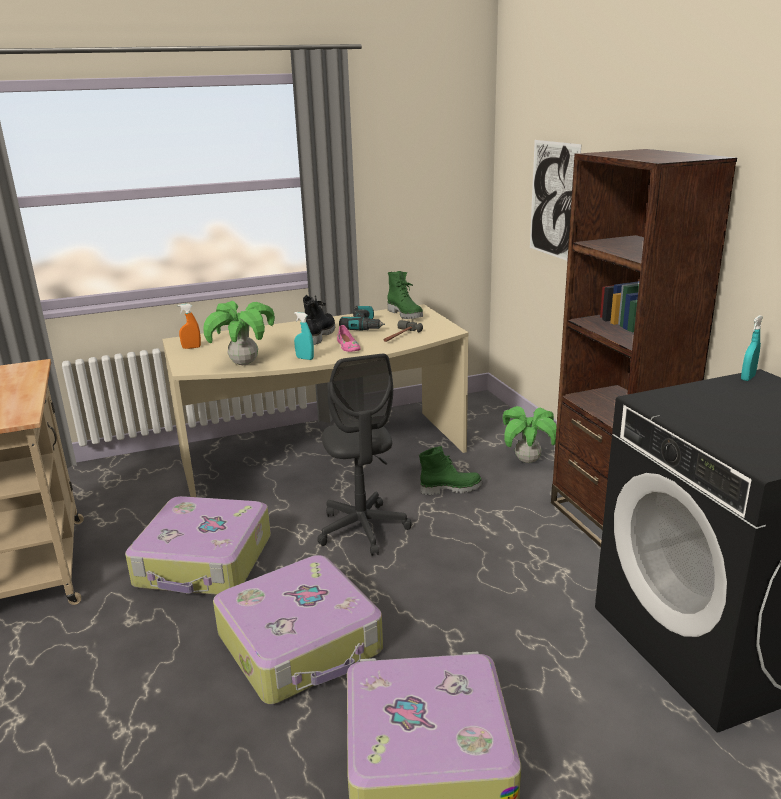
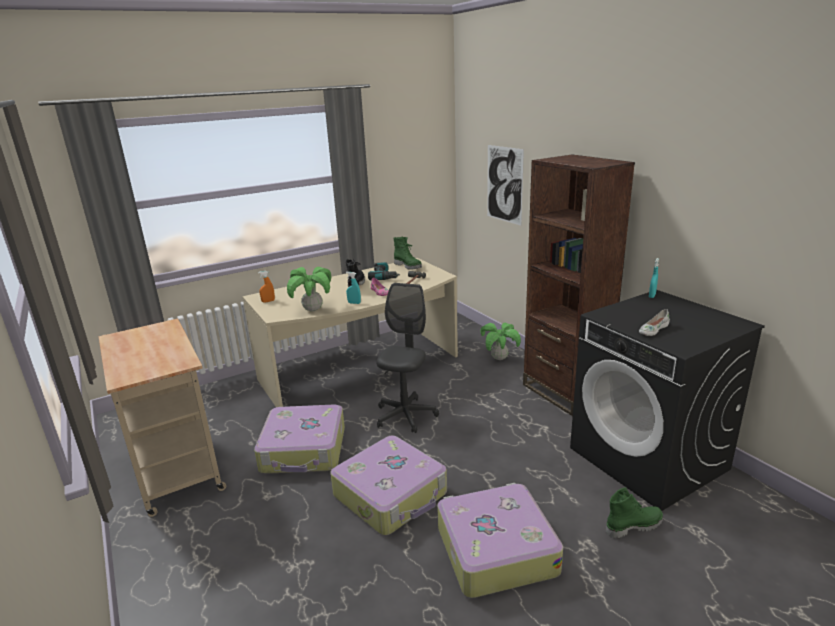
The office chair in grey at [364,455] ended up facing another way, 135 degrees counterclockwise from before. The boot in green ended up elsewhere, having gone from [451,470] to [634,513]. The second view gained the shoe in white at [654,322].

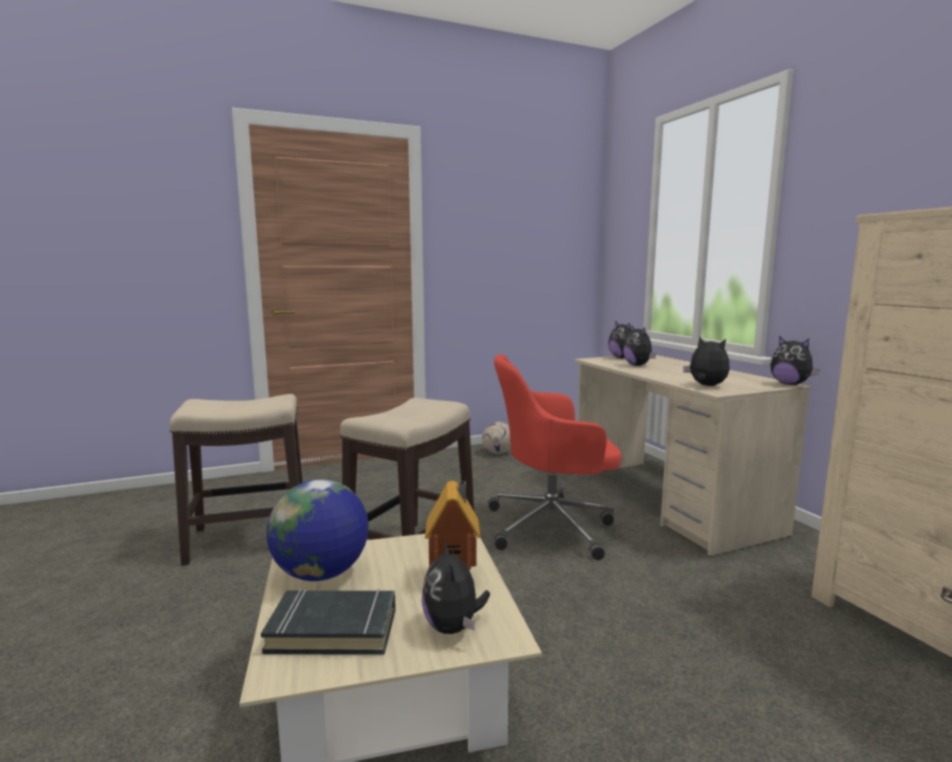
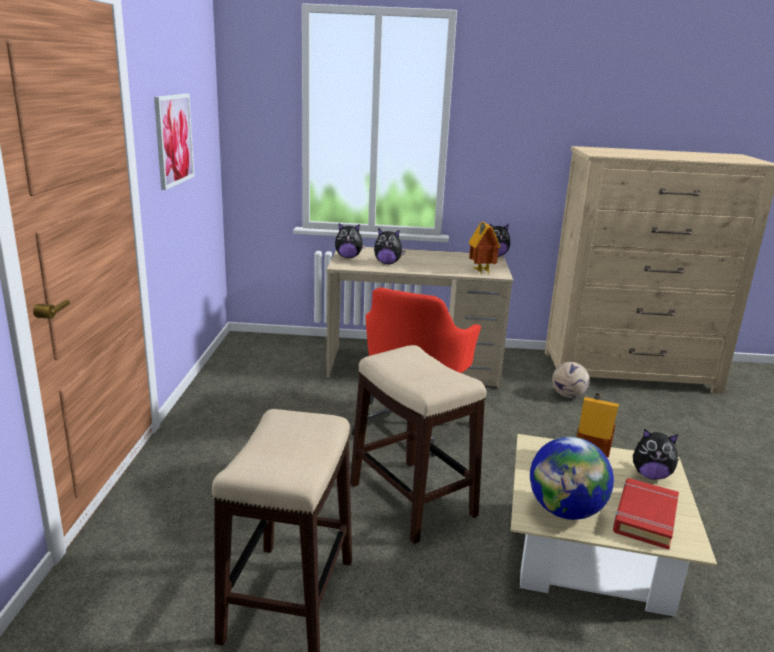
Where the plush toy stood at [706,361], the toy house came to stand at [485,248]. The football ended up elsewhere, having gone from [496,438] to [571,380]. What was the book in black at [328,621] turned into the book in red at [646,513]. The second view gained the picture at [174,141].

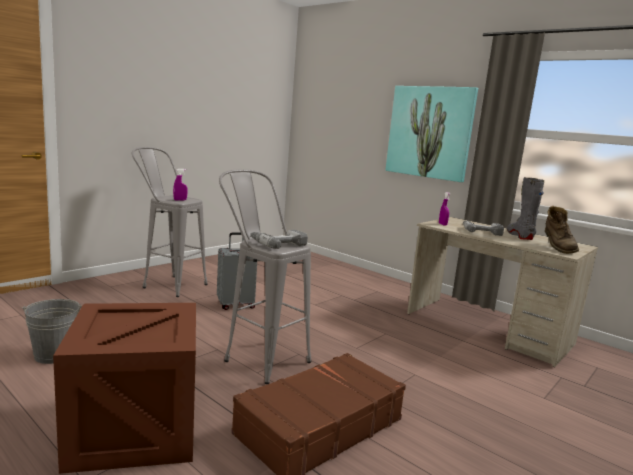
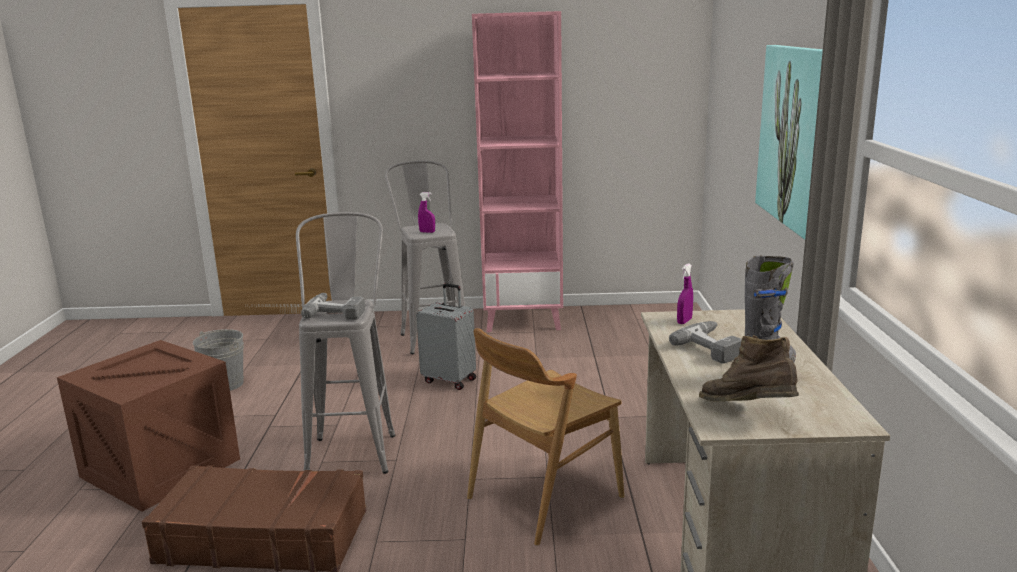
The boot in brown at [562,230] ended up facing another way, 90 degrees clockwise from before. The second view gained the bookcase in pink at [517,171]. The second view gained the chair in brown at [545,437].

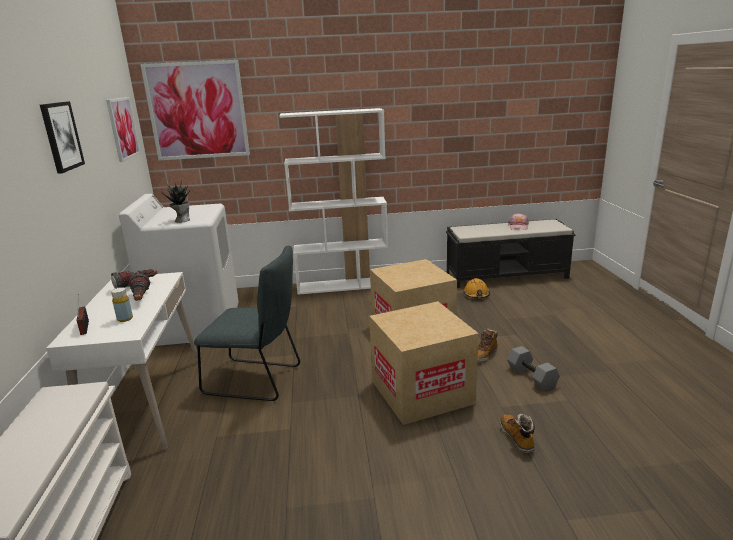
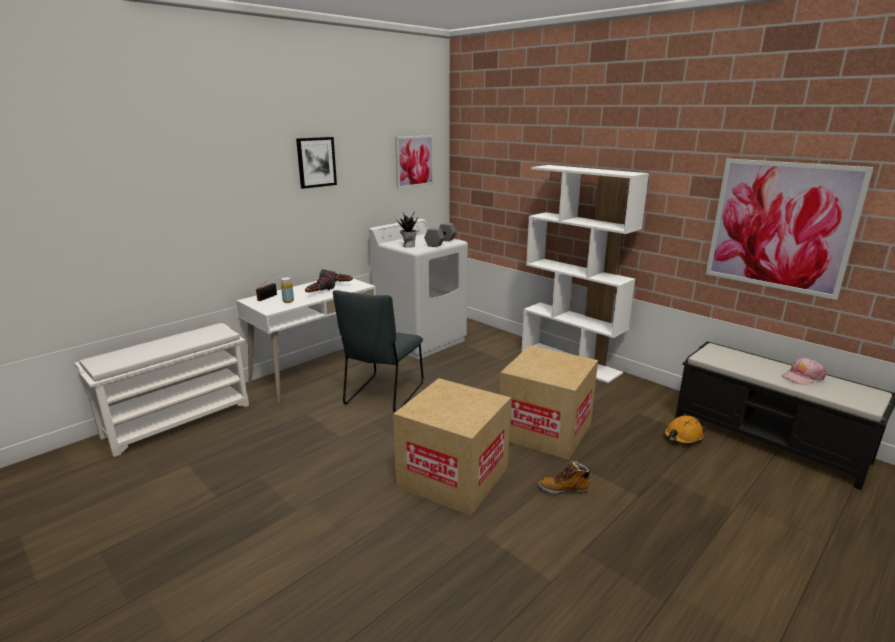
The picture ended up elsewhere, having gone from [195,110] to [790,229]. The chair in grey at [247,323] ended up facing another way, 45 degrees clockwise from before. The dumbbell in grey ended up elsewhere, having gone from [533,368] to [440,235]. The second view lost the boot at [517,433].

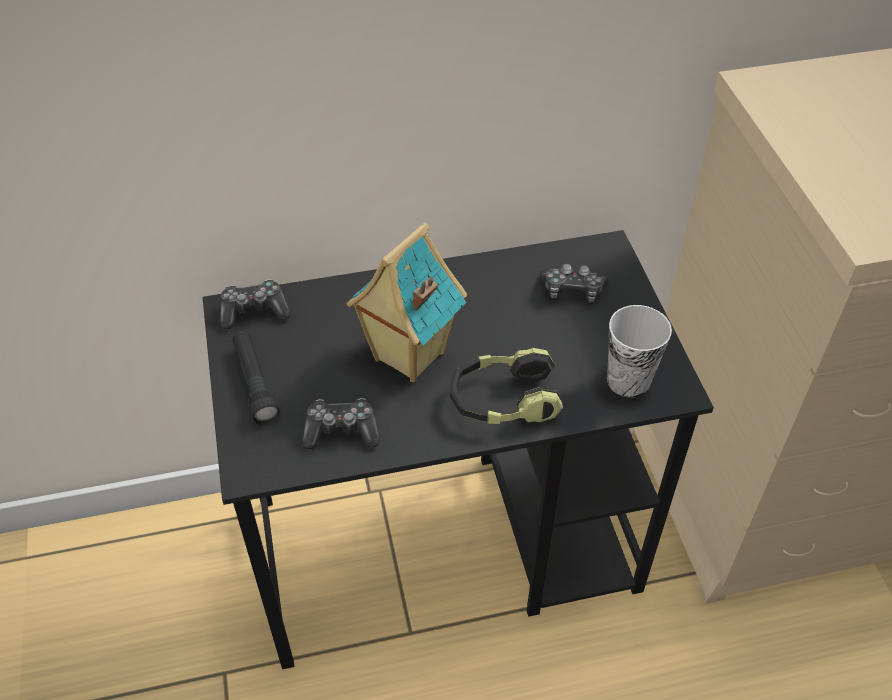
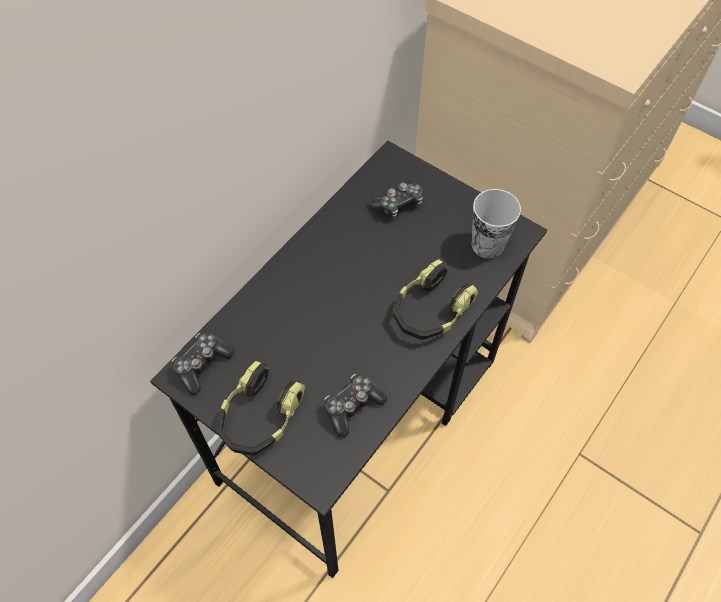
The second view lost the toy house at [406,302]. Where the flashlight in black stood at [256,378], the headphones came to stand at [261,408].

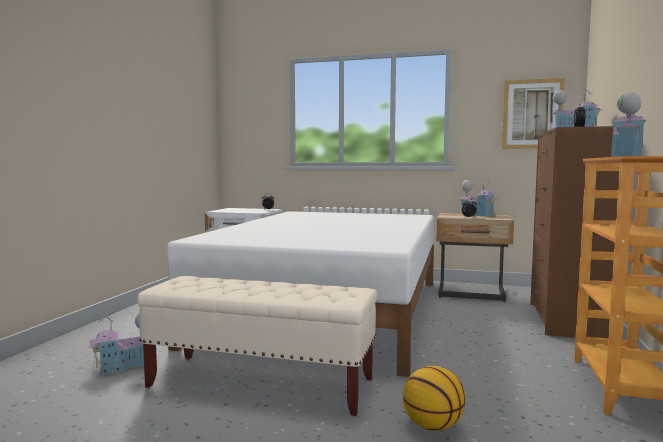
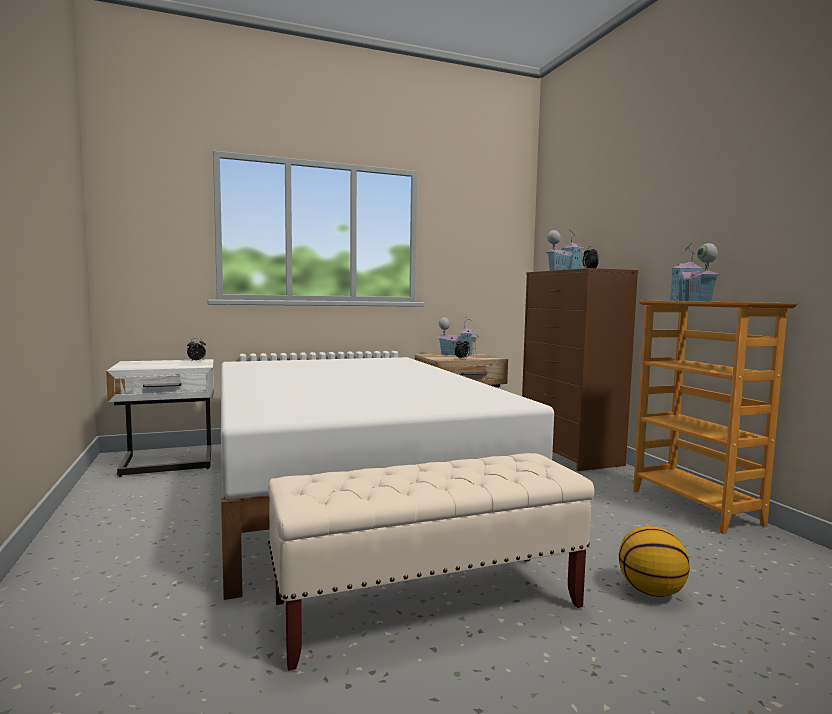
The second view lost the picture at [533,113]. The second view lost the toy house at [116,343].

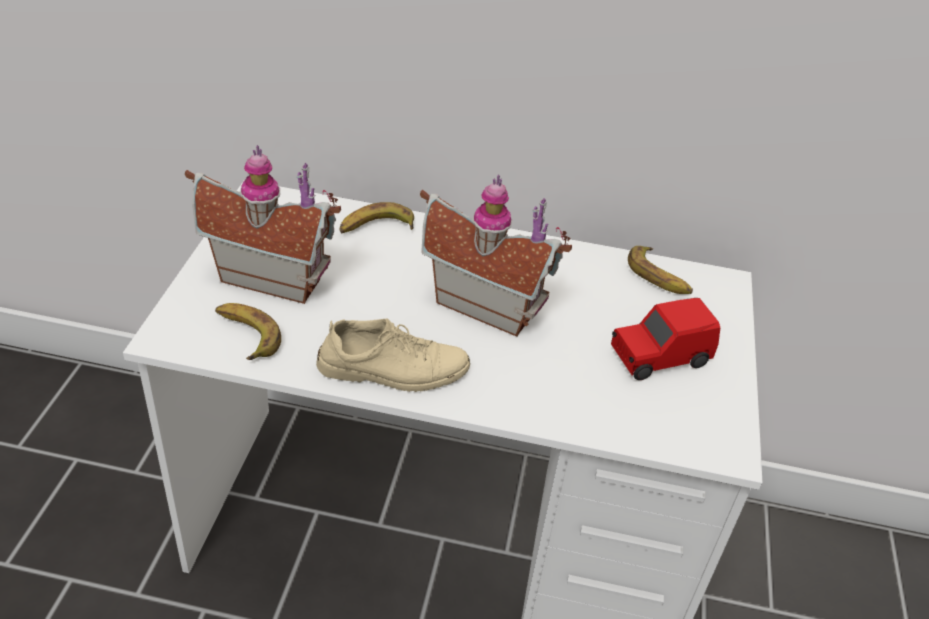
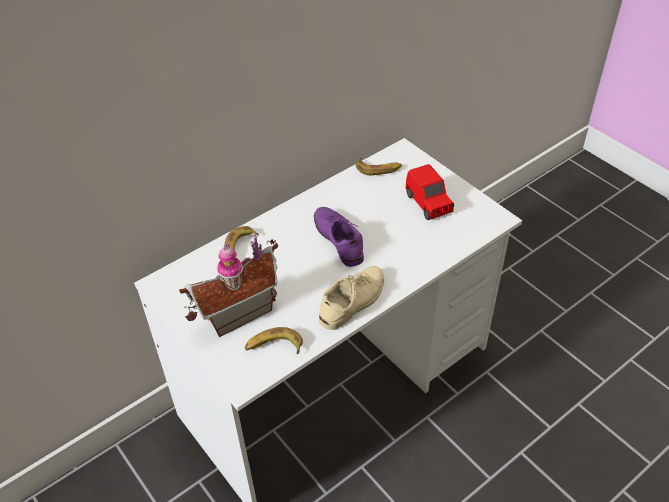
Where the toy house stood at [496,256], the shoe in purple came to stand at [339,237]. The toy car in red at [665,339] ended up facing another way, 45 degrees counterclockwise from before.

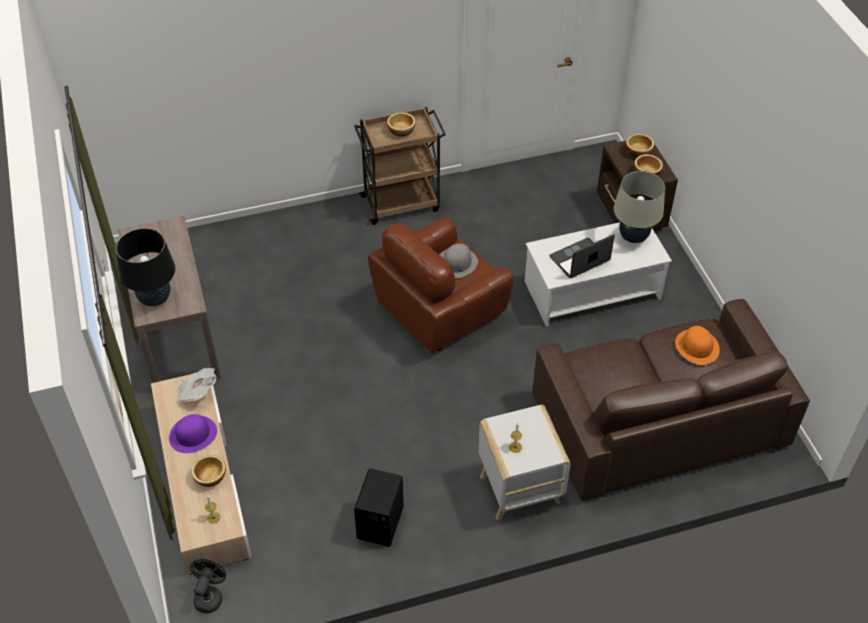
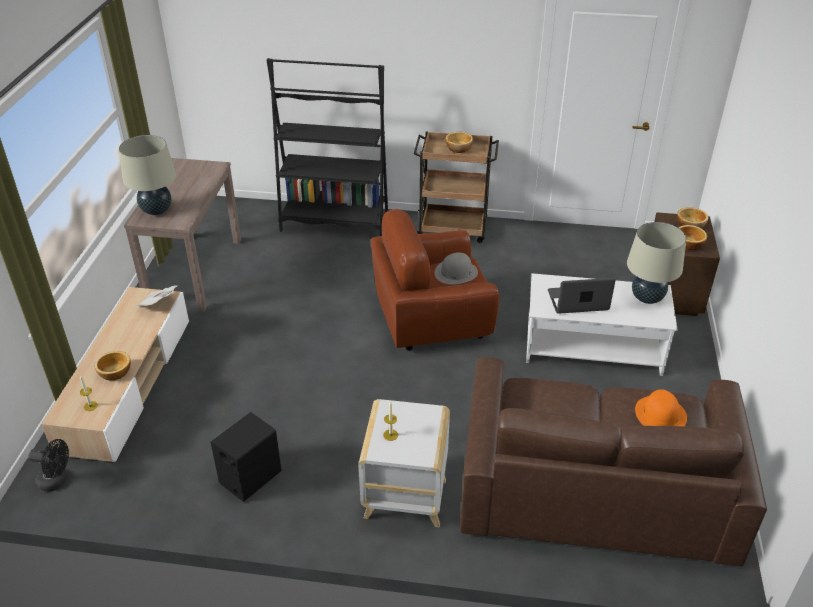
What was the table lamp in black at [145,267] turned into the table lamp in beige at [147,175]. The second view lost the hat in purple at [193,433]. The fan in black at [208,586] ended up facing another way, 60 degrees clockwise from before. The second view gained the bookcase in black at [327,147].

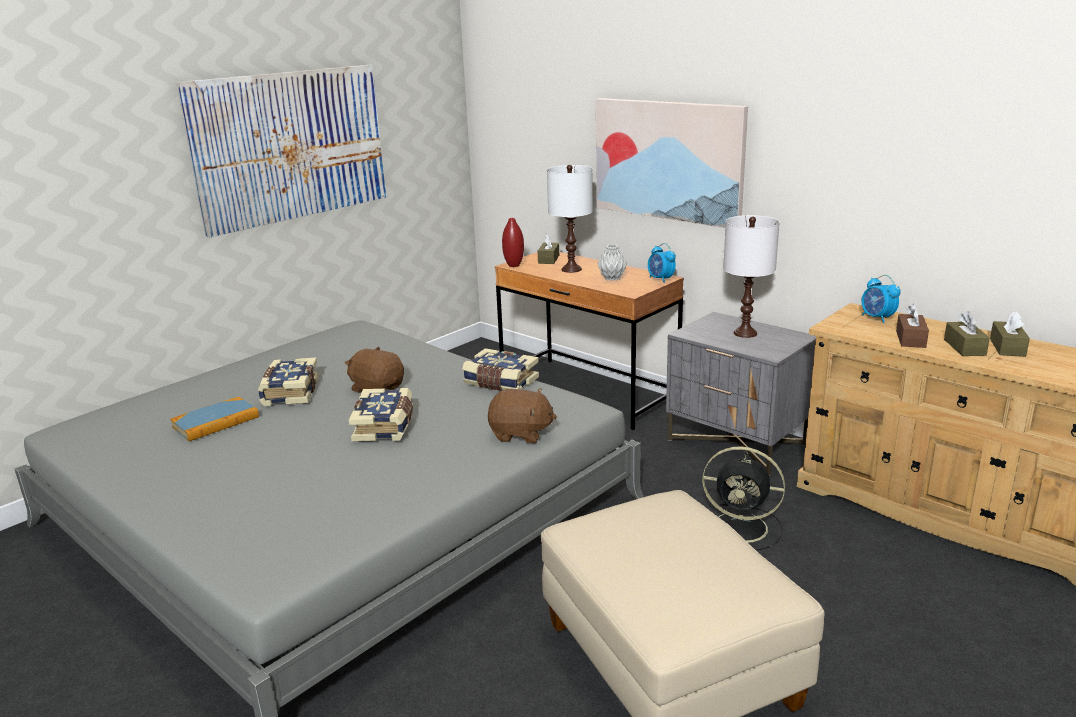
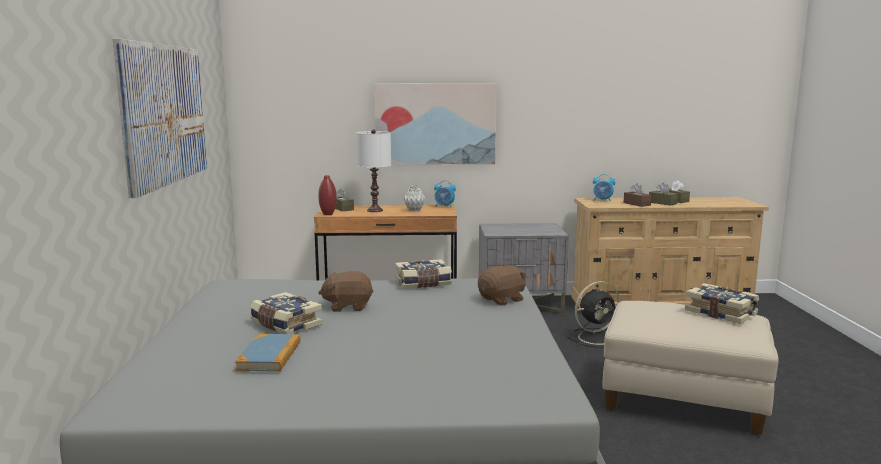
The second view lost the table lamp in white at [751,276]. The book ended up elsewhere, having gone from [381,415] to [722,303].

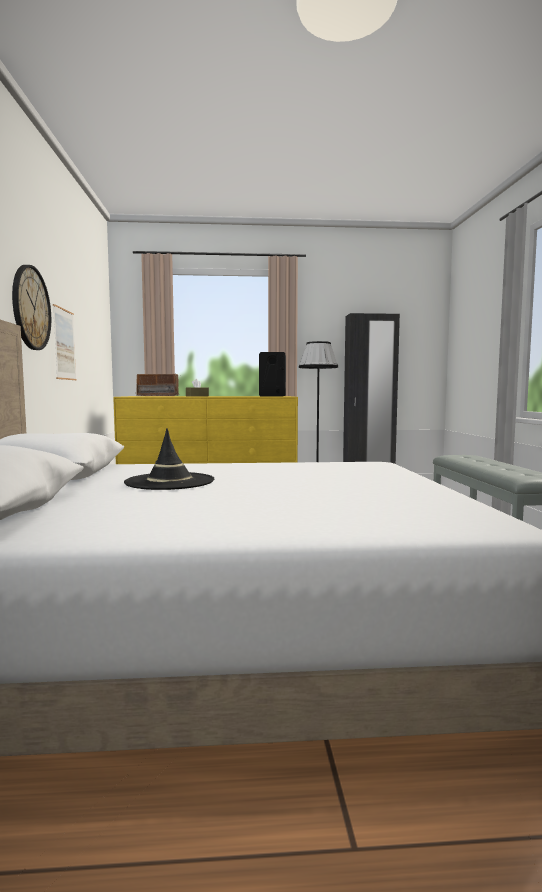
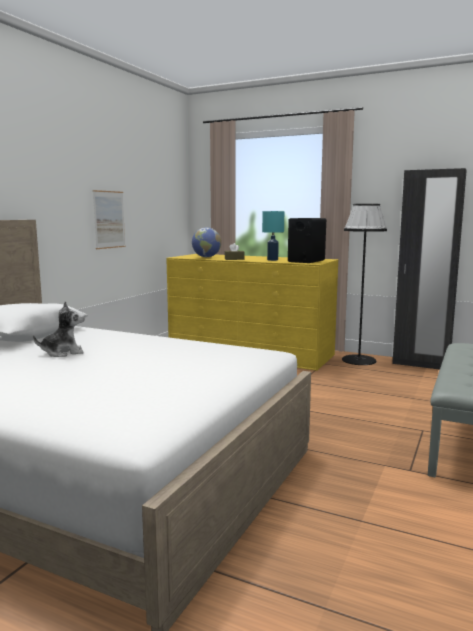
The second view lost the wall clock at [31,307]. Where the radio stood at [157,385], the globe came to stand at [206,242]. Where the hat in black stood at [169,459], the plush toy came to stand at [59,329]. The second view gained the table lamp in turquoise at [273,236].

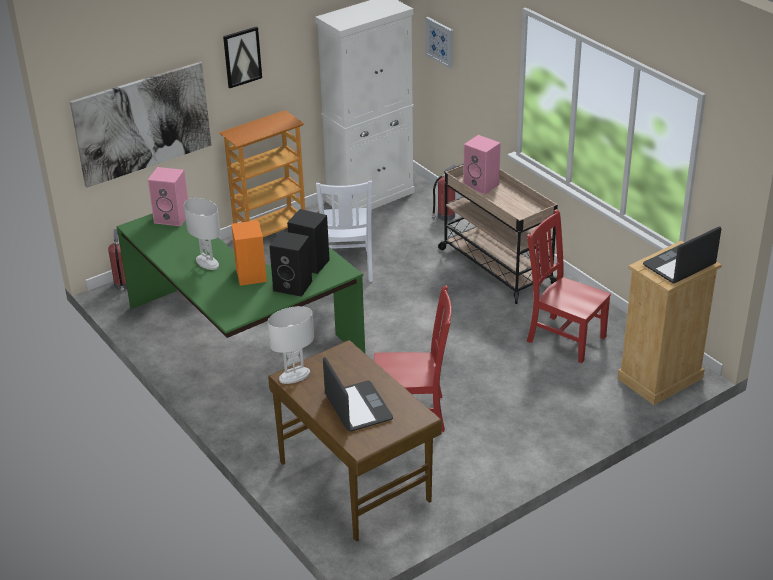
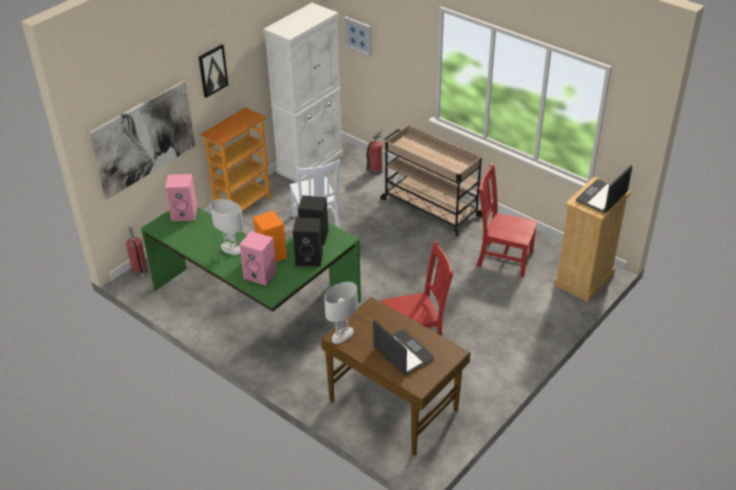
The speaker in pink ended up elsewhere, having gone from [482,165] to [258,258].

